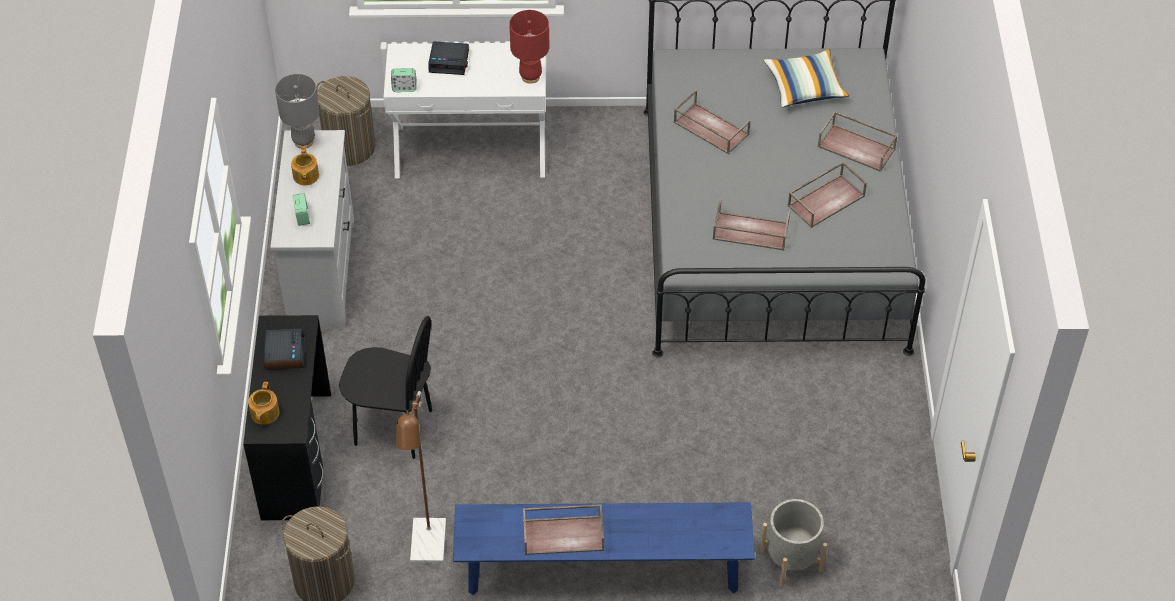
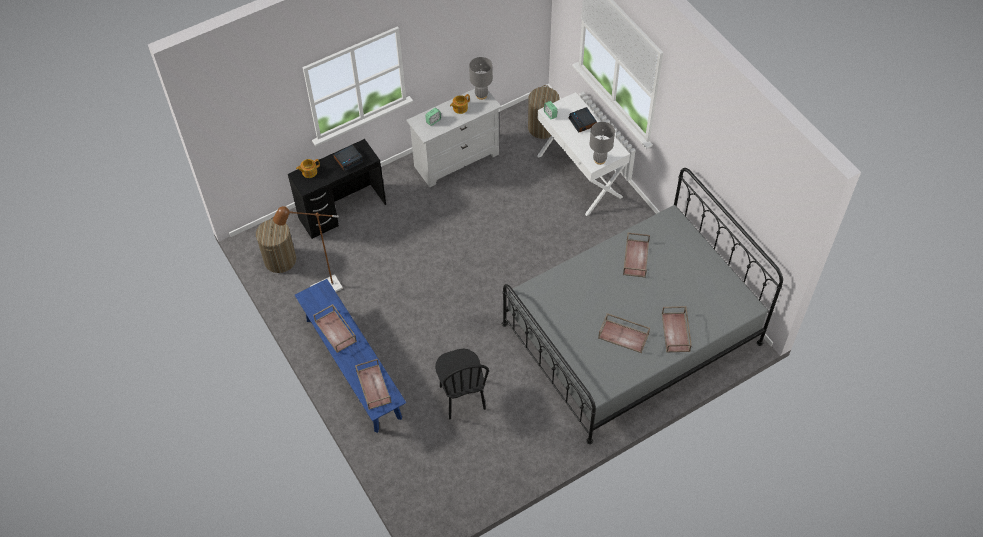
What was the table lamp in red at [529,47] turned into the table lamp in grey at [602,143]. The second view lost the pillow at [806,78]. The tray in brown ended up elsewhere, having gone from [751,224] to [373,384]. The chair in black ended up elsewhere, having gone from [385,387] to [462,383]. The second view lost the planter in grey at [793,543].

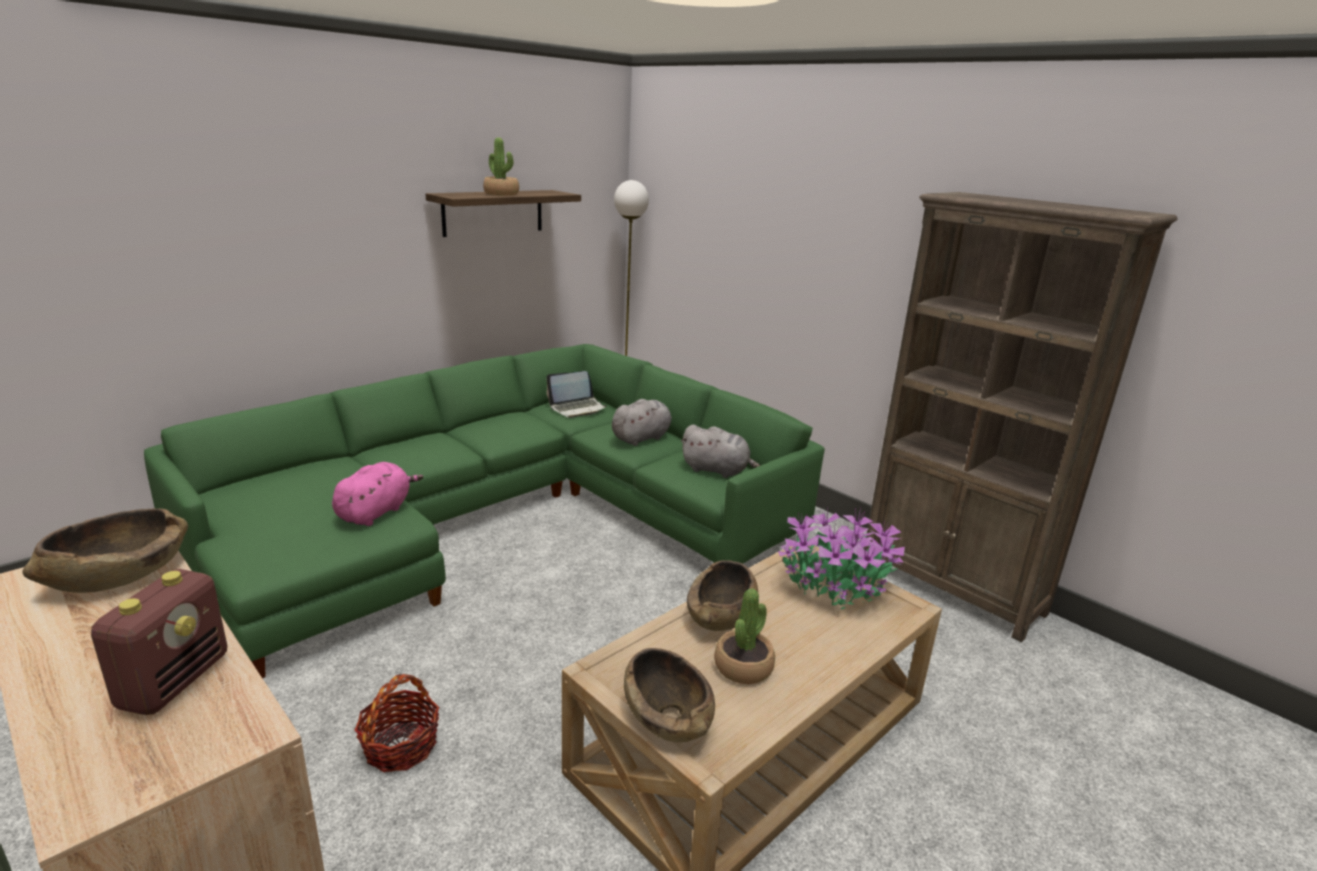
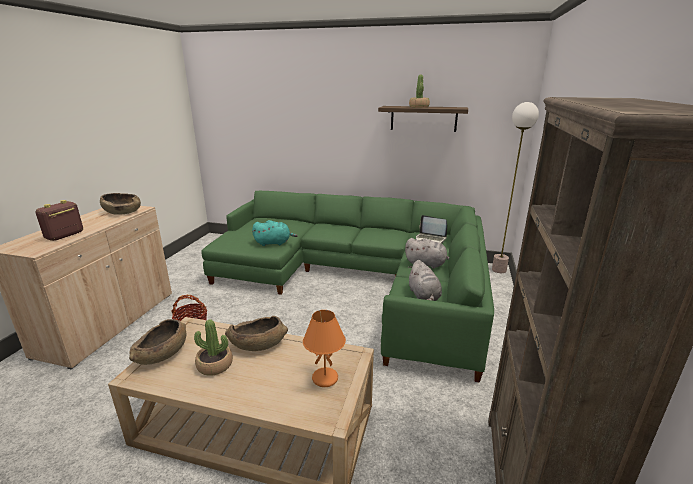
What was the plush toy in pink at [377,494] turned into the plush toy in turquoise at [275,233]. Where the potted plant stood at [841,558], the table lamp in orange came to stand at [324,348]. The radio at [159,642] ended up facing another way, 135 degrees clockwise from before.

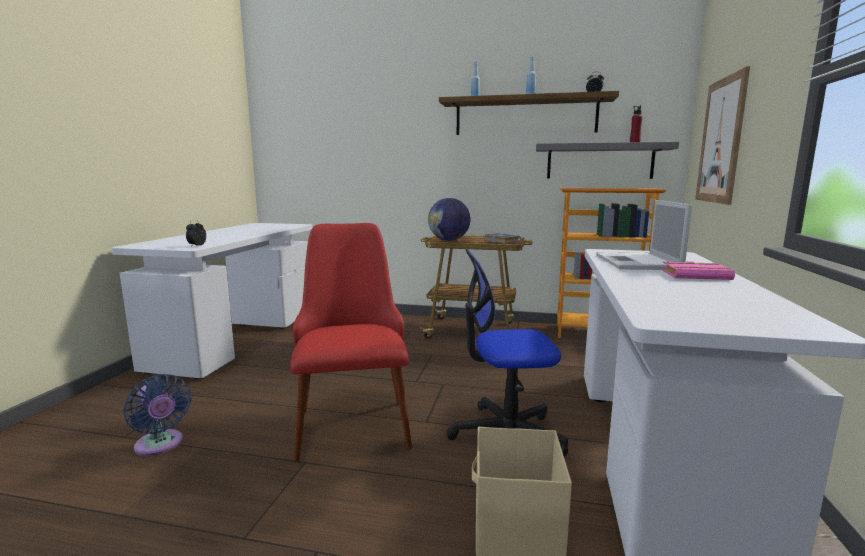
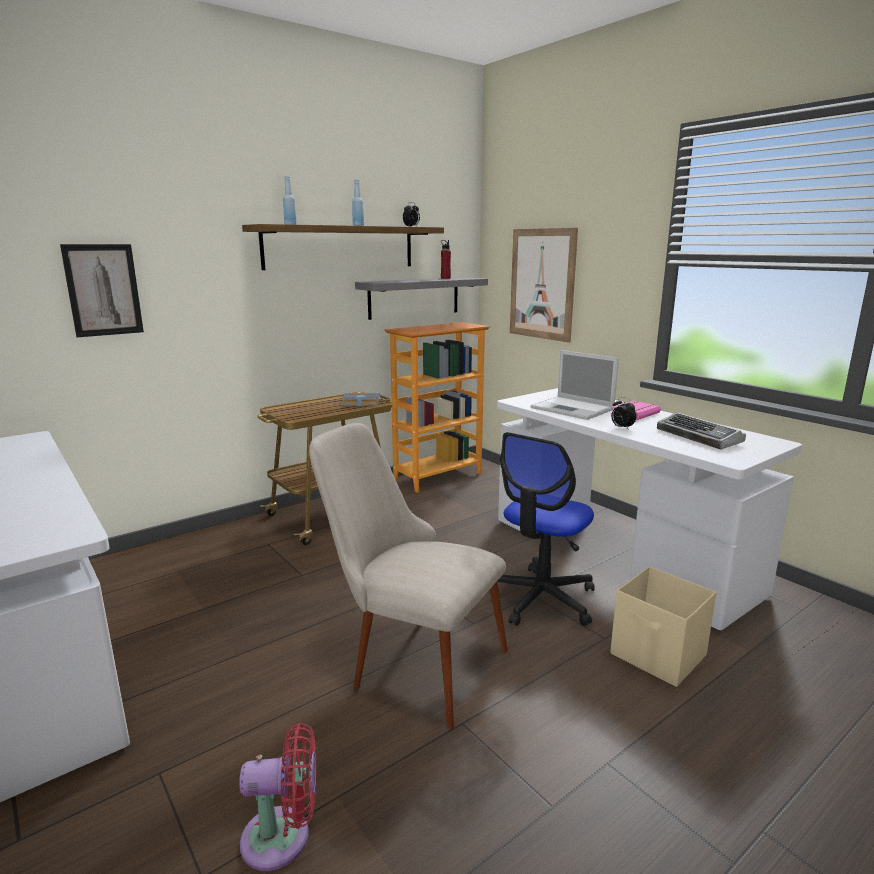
The second view lost the globe at [449,219]. The alarm clock ended up elsewhere, having gone from [196,233] to [623,413]. What was the chair in red at [351,342] turned into the chair in beige at [408,576]. What was the fan in blue at [157,415] turned into the fan in red at [277,797]. The second view gained the picture at [102,290]. The second view gained the keyboard at [701,431].

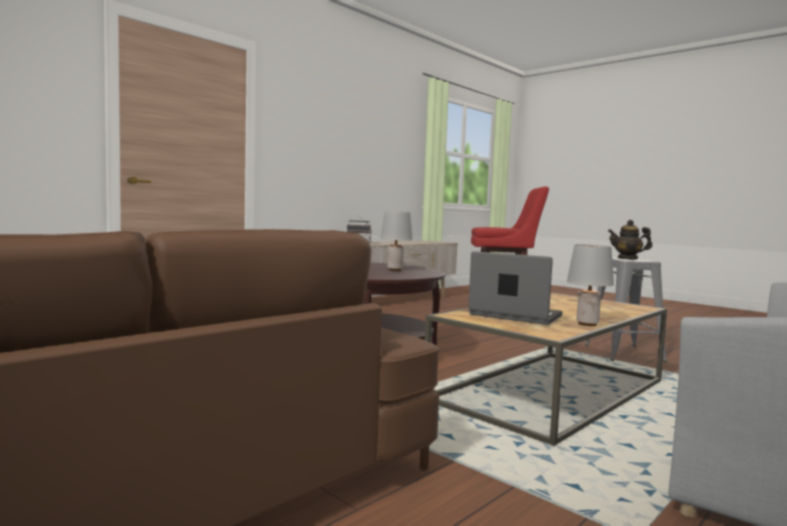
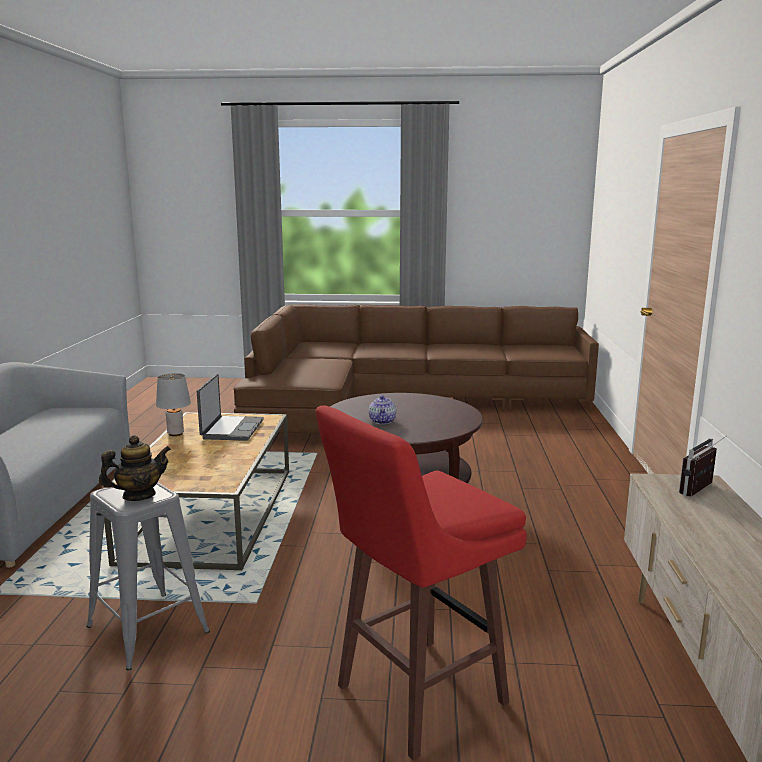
Where the table lamp in grey stood at [396,241], the teapot came to stand at [382,409]. The laptop at [515,288] ended up facing another way, 75 degrees counterclockwise from before.

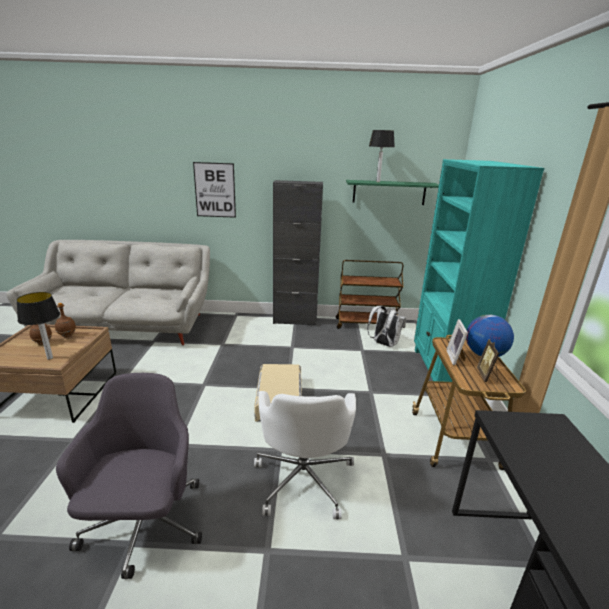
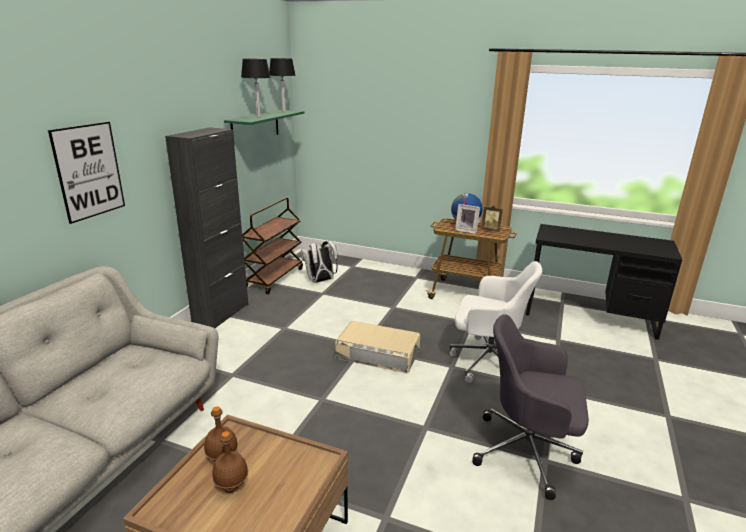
The second view lost the bookcase in turquoise at [479,278]. The table lamp ended up elsewhere, having gone from [38,326] to [282,85].

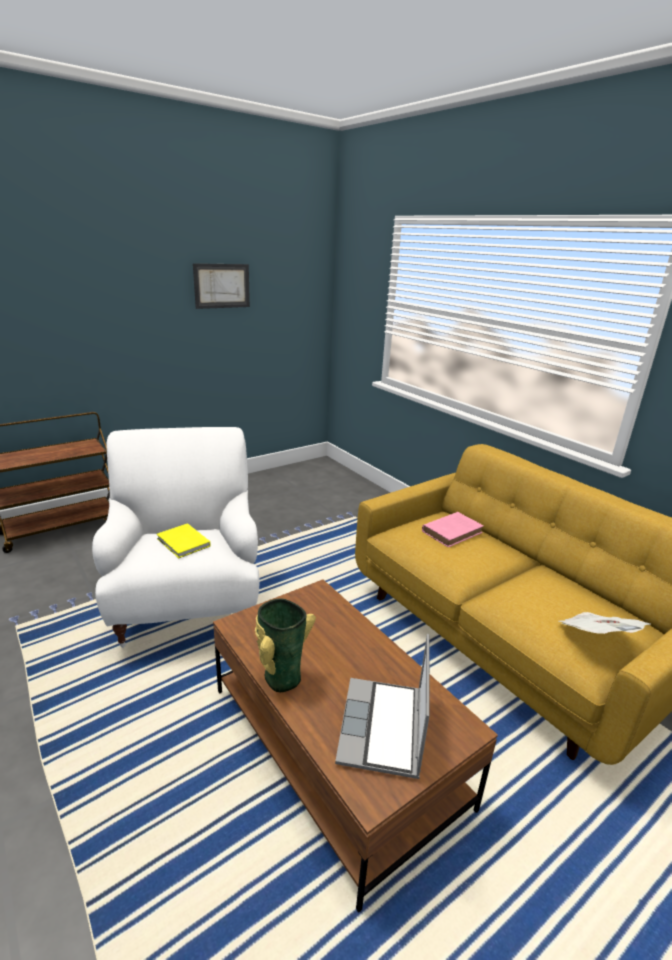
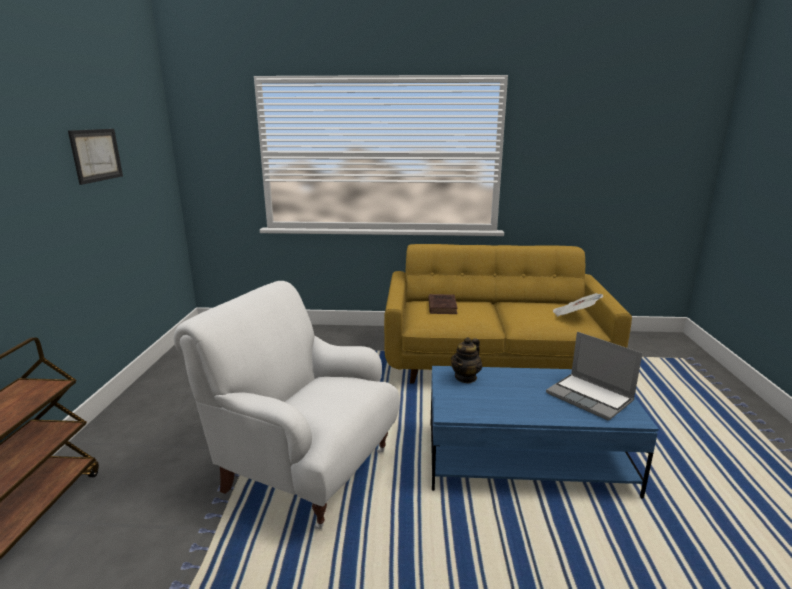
What was the book in pink at [452,529] turned into the book in brown at [443,304]. The second view lost the book in yellow at [184,540]. What was the coffee table in brown at [355,745] turned into the coffee table in blue at [544,432]. The second view lost the vase at [285,645]. The second view gained the teapot at [466,360].

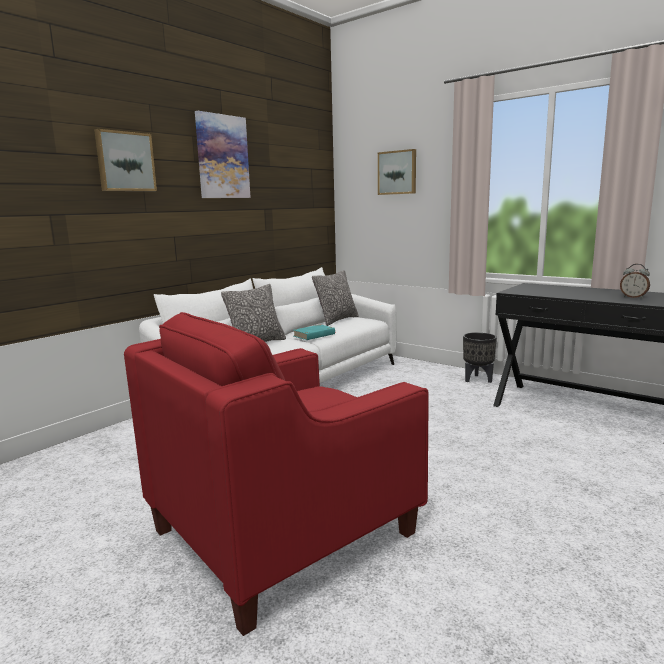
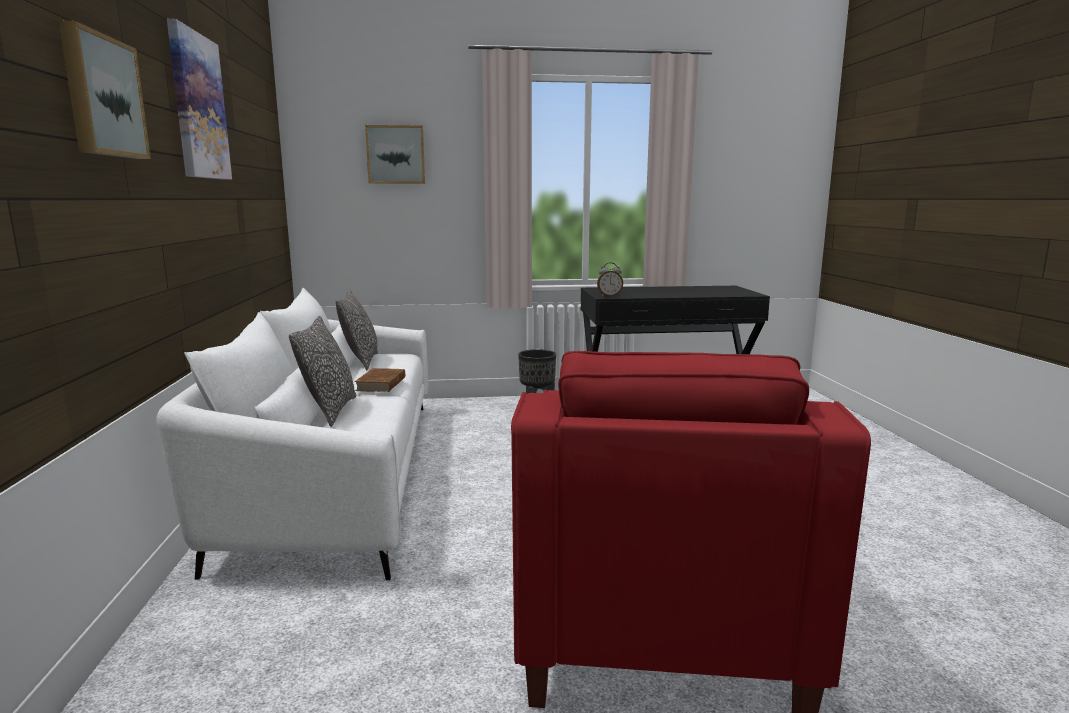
The alarm clock ended up elsewhere, having gone from [635,281] to [610,280]. What was the book in turquoise at [315,332] turned into the book in brown at [380,380].

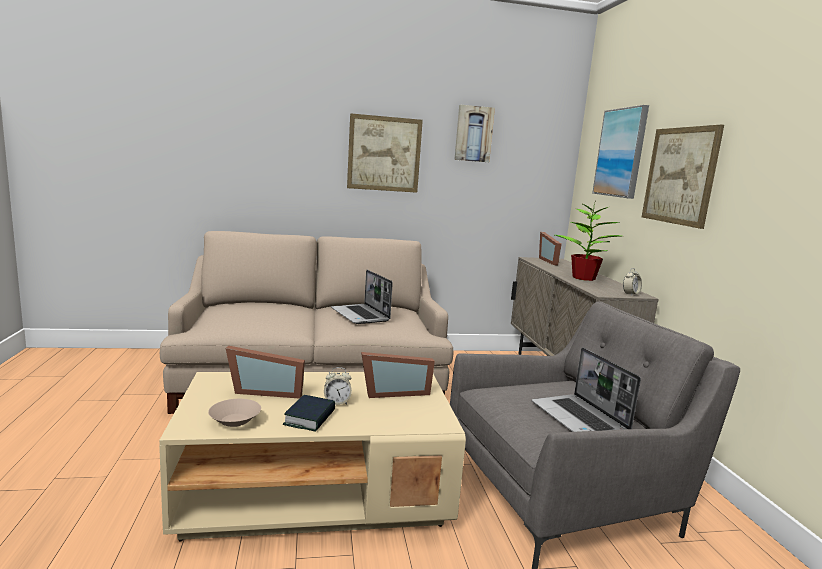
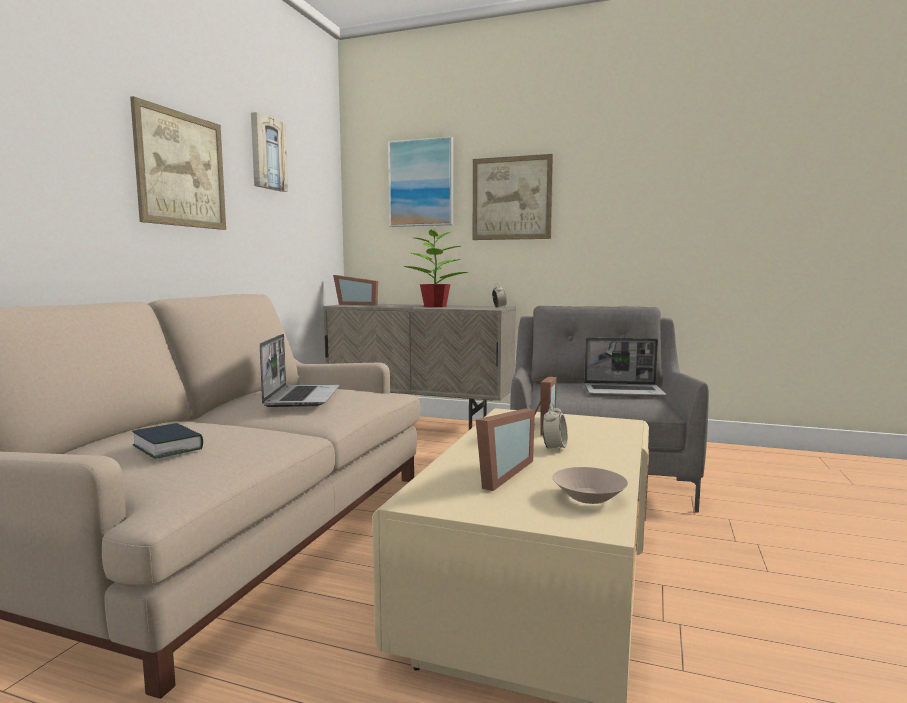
The laptop at [362,297] ended up facing another way, 90 degrees counterclockwise from before. The book ended up elsewhere, having gone from [309,413] to [167,441].

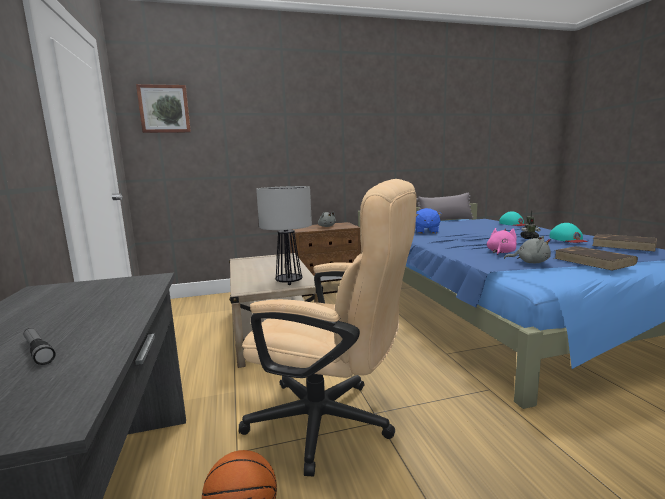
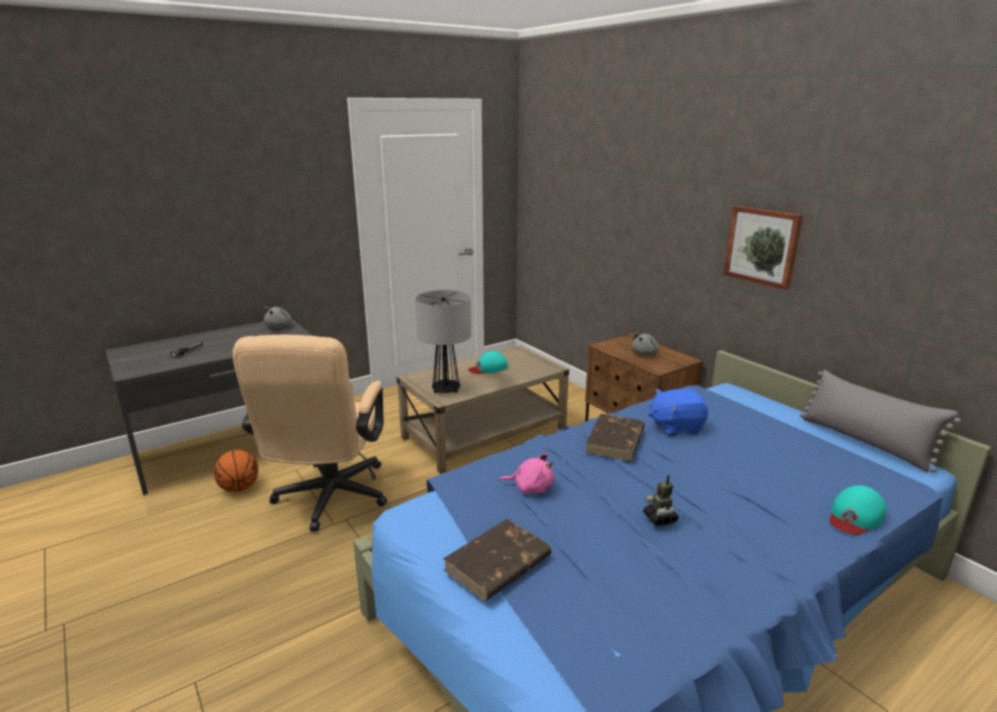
The picture ended up elsewhere, having gone from [163,108] to [763,248]. The cap in turquoise ended up elsewhere, having gone from [568,233] to [488,362]. The book in brown ended up elsewhere, having gone from [624,242] to [615,437]. The plush toy in grey ended up elsewhere, having gone from [527,249] to [277,317].

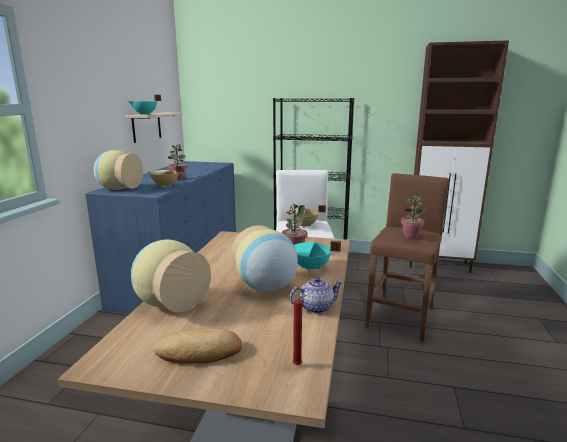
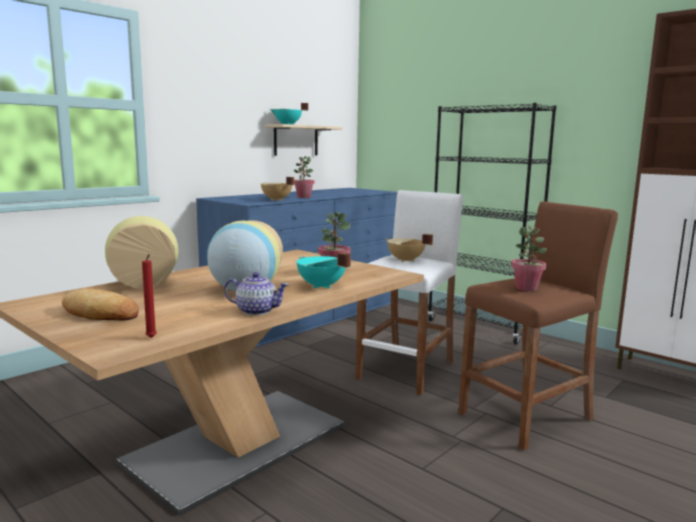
The second view lost the vase at [118,170].

